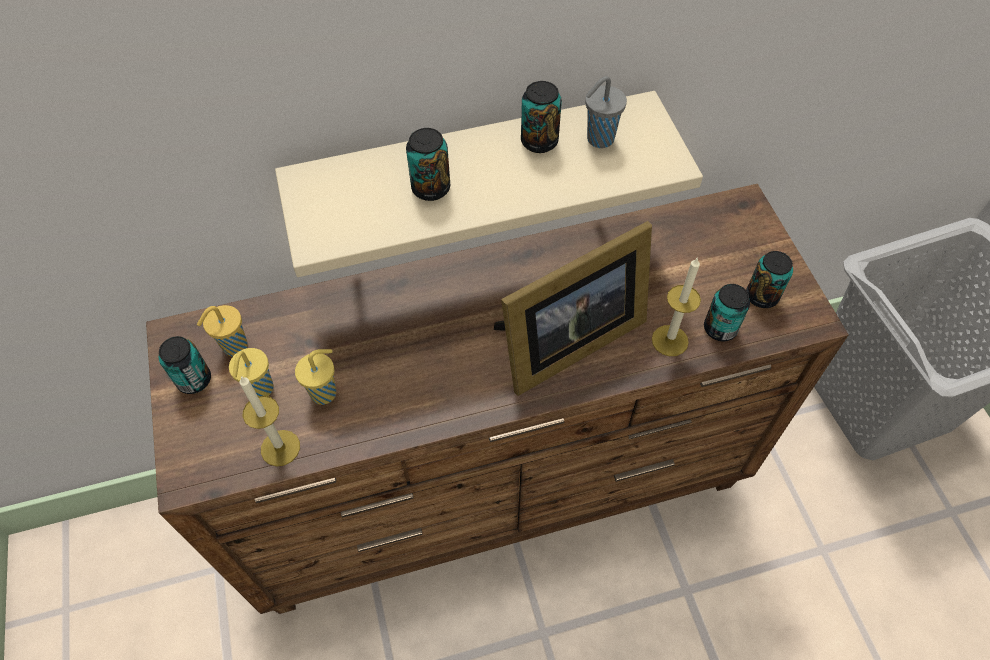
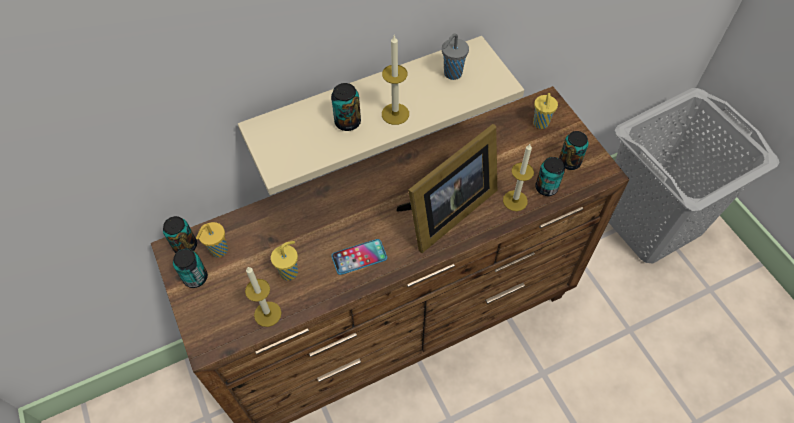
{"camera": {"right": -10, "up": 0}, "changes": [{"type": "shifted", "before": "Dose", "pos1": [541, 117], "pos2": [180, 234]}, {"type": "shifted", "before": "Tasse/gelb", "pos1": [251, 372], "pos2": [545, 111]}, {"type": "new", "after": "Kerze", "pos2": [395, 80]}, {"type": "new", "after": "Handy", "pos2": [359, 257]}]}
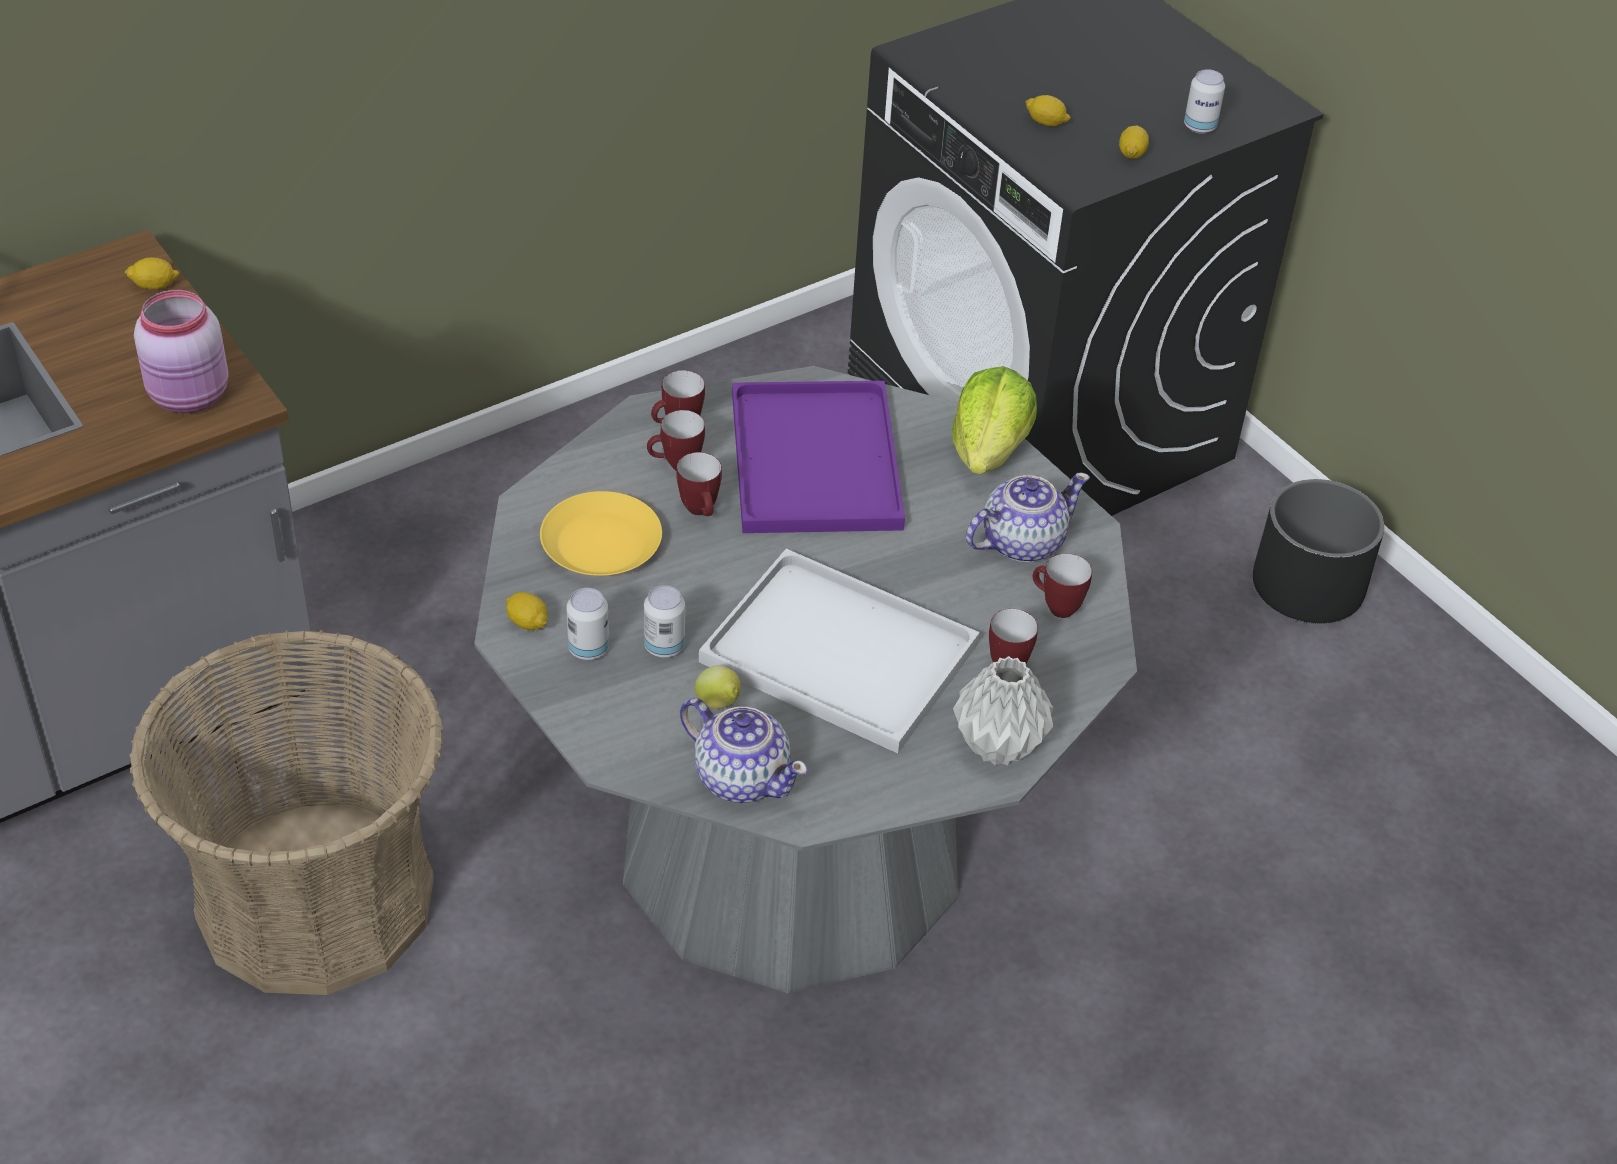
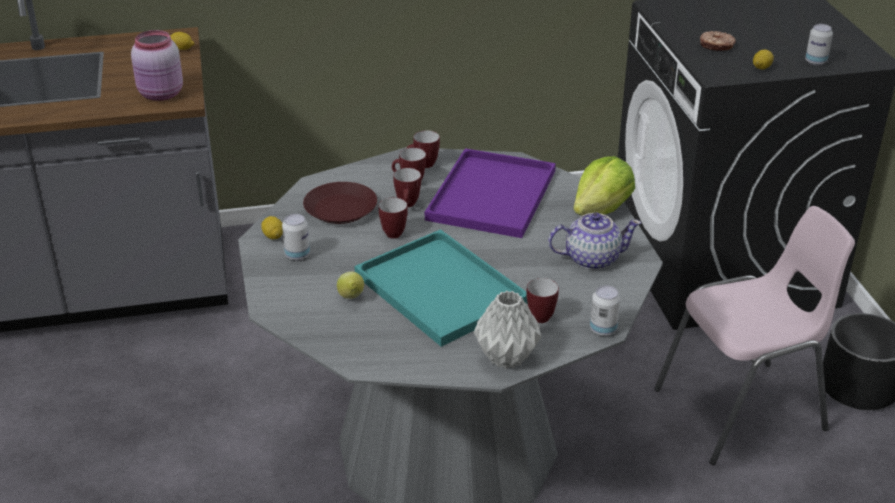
{"camera": {"right": 25, "up": -10}, "changes": [{"type": "swapped", "before": "Zitrone", "after": "Donut", "pos1": [1048, 110], "pos2": [718, 41]}, {"type": "repainted", "before": "Teller/gelb", "after": "Teller/braun", "pos1": [601, 533], "pos2": [340, 203]}, {"type": "repainted", "before": "Tablett/weiß", "after": "Tablett/türkis", "pos1": [839, 651], "pos2": [441, 288]}, {"type": "shifted", "before": "Henkelbecher", "pos1": [1062, 585], "pos2": [393, 218]}, {"type": "shifted", "before": "Dose", "pos1": [664, 621], "pos2": [605, 310]}, {"type": "gone", "before": "Korb", "pos1": [286, 812]}, {"type": "gone", "before": "Teekanne", "pos1": [744, 750]}, {"type": "new", "after": "Stuhl/rosa", "pos2": [754, 335]}]}
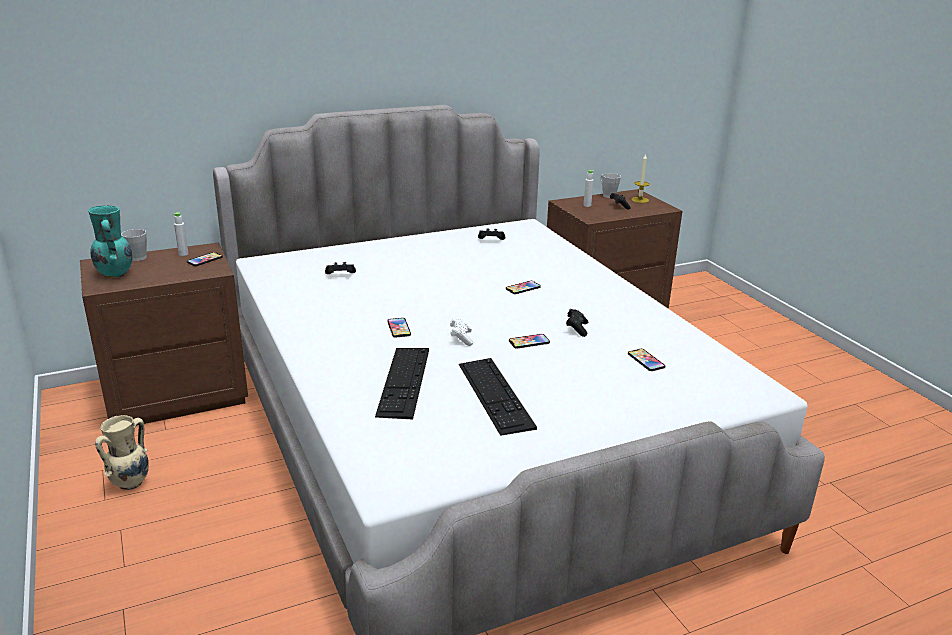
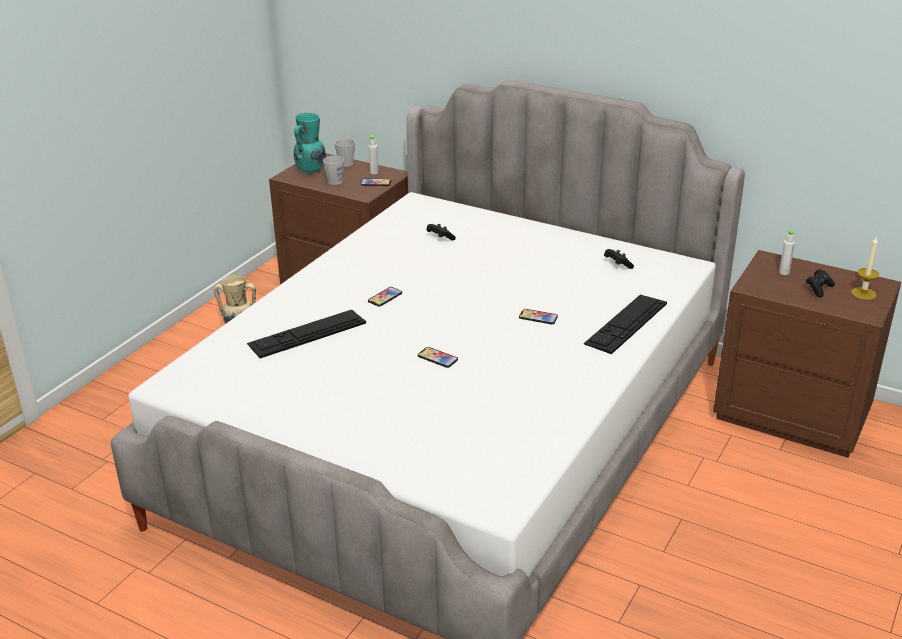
{"camera": {"right": 55, "up": 5}, "changes": [{"type": "shifted", "before": "Henkelbecher/grau", "pos1": [610, 185], "pos2": [333, 170]}, {"type": "gone", "before": "Gamepad/schwarz", "pos1": [577, 323]}, {"type": "gone", "before": "Gamepad/weiß", "pos1": [461, 332]}, {"type": "gone", "before": "Handy", "pos1": [646, 360]}, {"type": "shifted", "before": "Tastatur", "pos1": [498, 397], "pos2": [625, 324]}]}
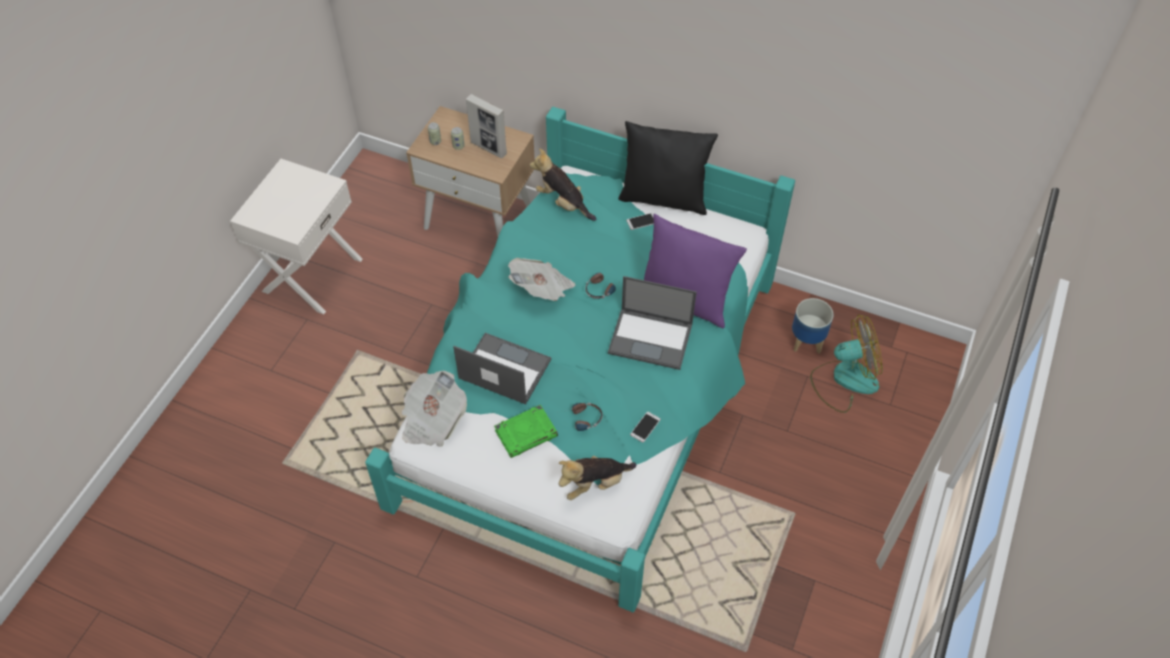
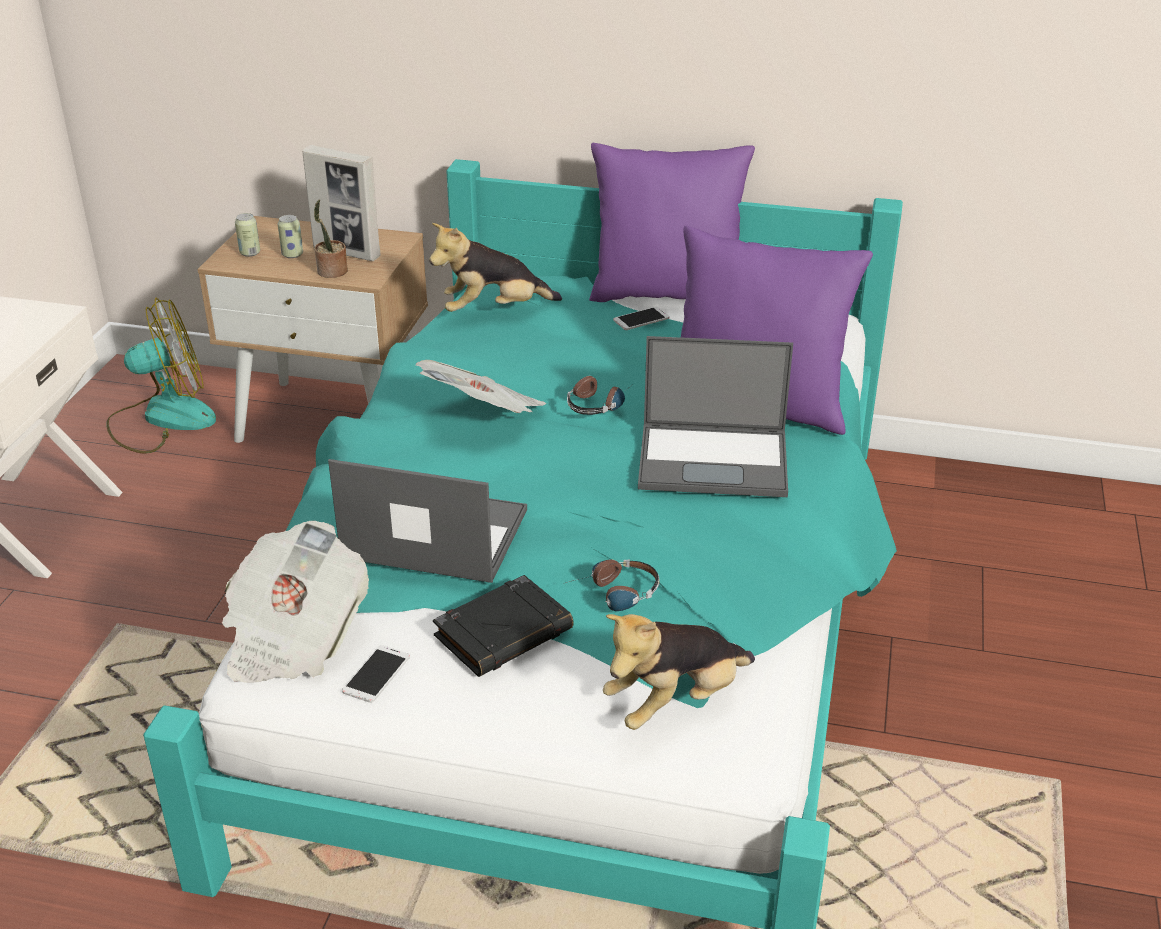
{"camera": {"right": -10, "up": -20}, "changes": [{"type": "repainted", "before": "Kissen/schwarz", "after": "Kissen/lila", "pos1": [668, 168], "pos2": [672, 222]}, {"type": "rotated", "before": "Plüschtier", "pos1": [563, 184], "pos2": [495, 267], "turn": -45}, {"type": "gone", "before": "Pflanzkübel", "pos1": [813, 326]}, {"type": "shifted", "before": "Ventilator", "pos1": [846, 364], "pos2": [161, 376]}, {"type": "repainted", "before": "Buch/grün", "after": "Buch/schwarz", "pos1": [526, 431], "pos2": [503, 626]}, {"type": "shifted", "before": "Handy", "pos1": [645, 427], "pos2": [376, 674]}, {"type": "new", "after": "Topfpflanze", "pos2": [331, 239]}]}
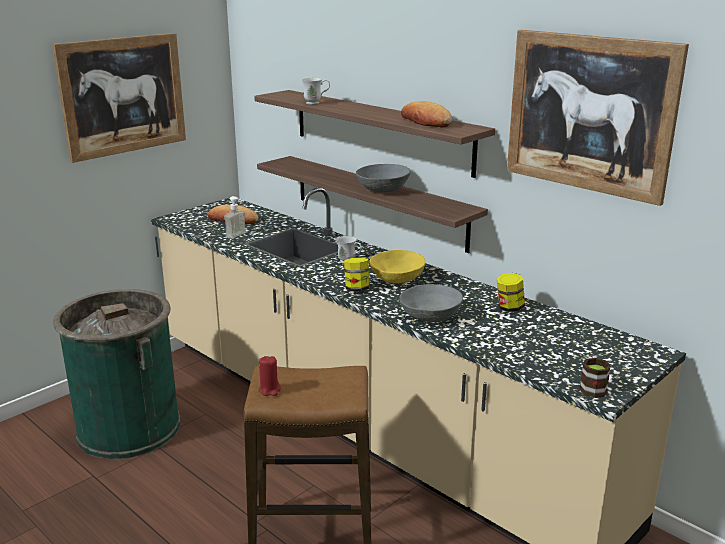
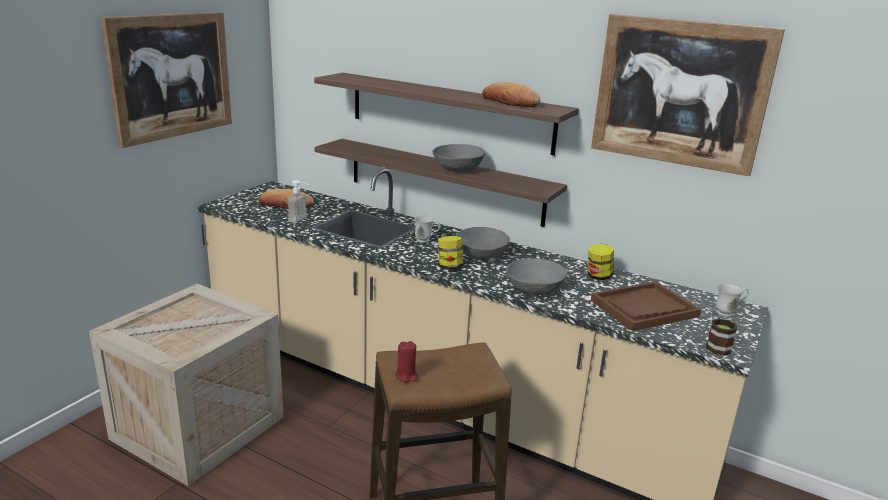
{"camera": {"right": -15, "up": 0}, "changes": [{"type": "shifted", "before": "Henkelbecher/weiß", "pos1": [316, 91], "pos2": [732, 300]}, {"type": "repainted", "before": "Schüssel/gelb", "after": "Schüssel/grau", "pos1": [398, 266], "pos2": [483, 243]}, {"type": "swapped", "before": "Mülleimer/grün", "after": "Kiste", "pos1": [116, 374], "pos2": [186, 385]}, {"type": "new", "after": "Tablett/braun", "pos2": [646, 306]}]}
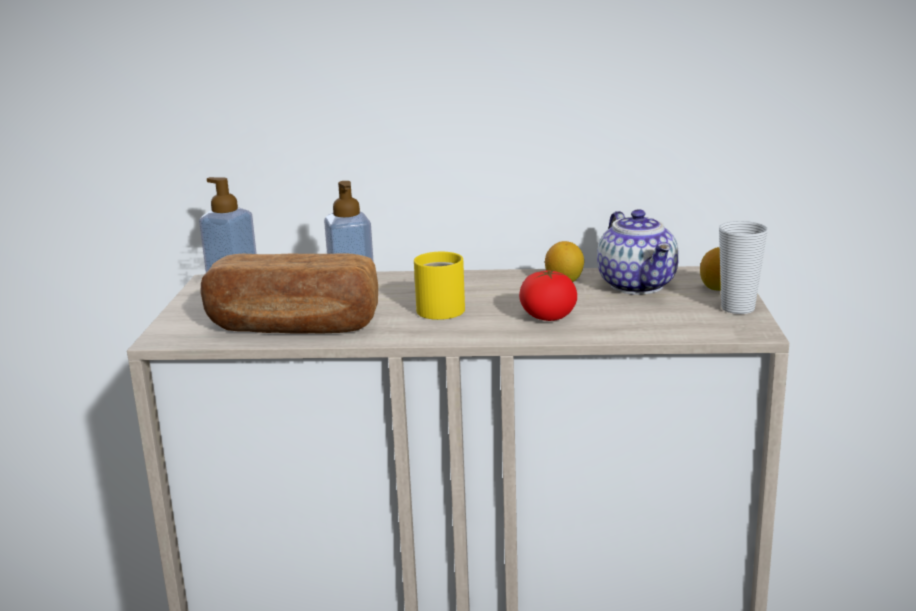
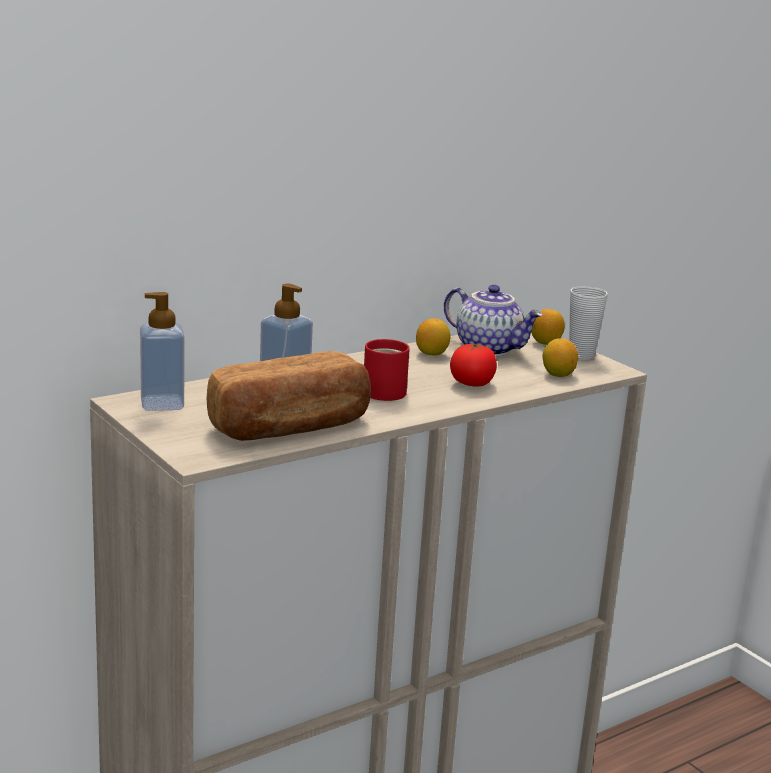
{"camera": {"right": -40, "up": 0}, "changes": [{"type": "repainted", "before": "Henkelbecher/gelb", "after": "Henkelbecher/rot", "pos1": [439, 286], "pos2": [387, 370]}, {"type": "new", "after": "Zitrone", "pos2": [560, 357]}]}
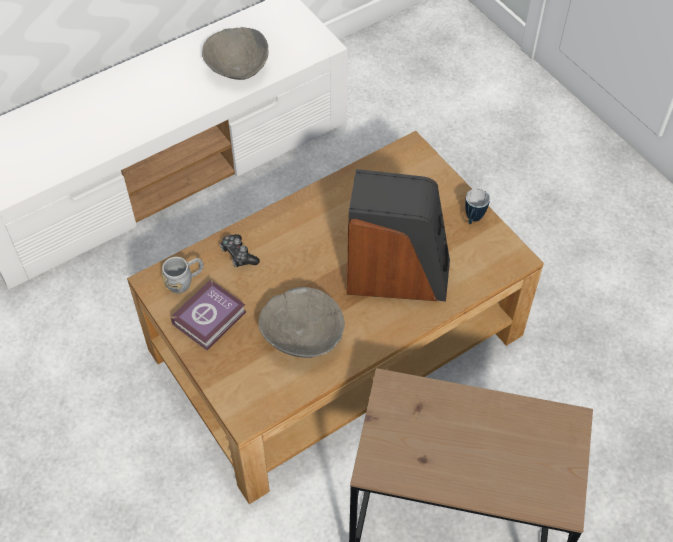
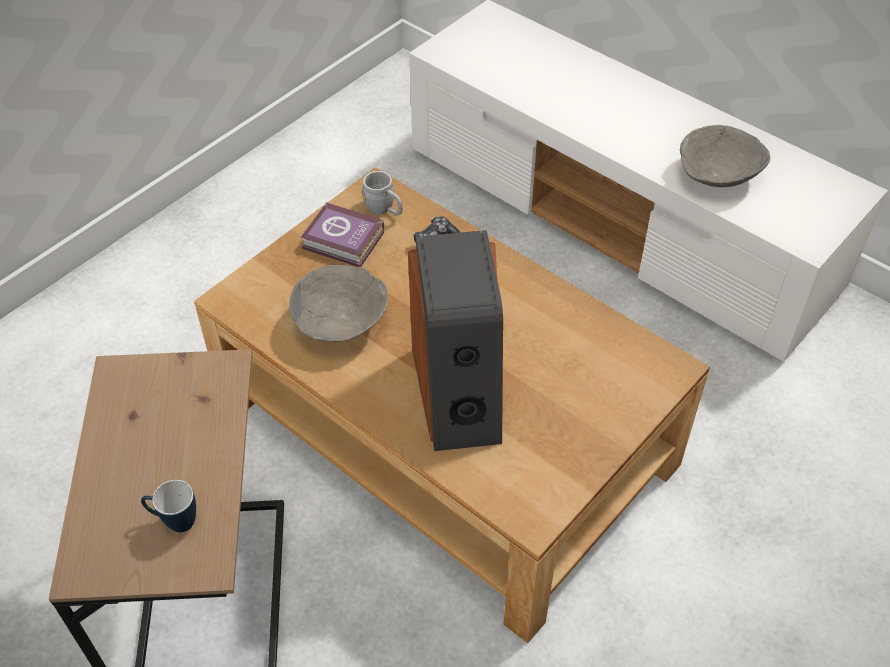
{"camera": {"right": 75, "up": -5}, "changes": [{"type": "shifted", "before": "Henkelbecher", "pos1": [477, 206], "pos2": [168, 506]}]}
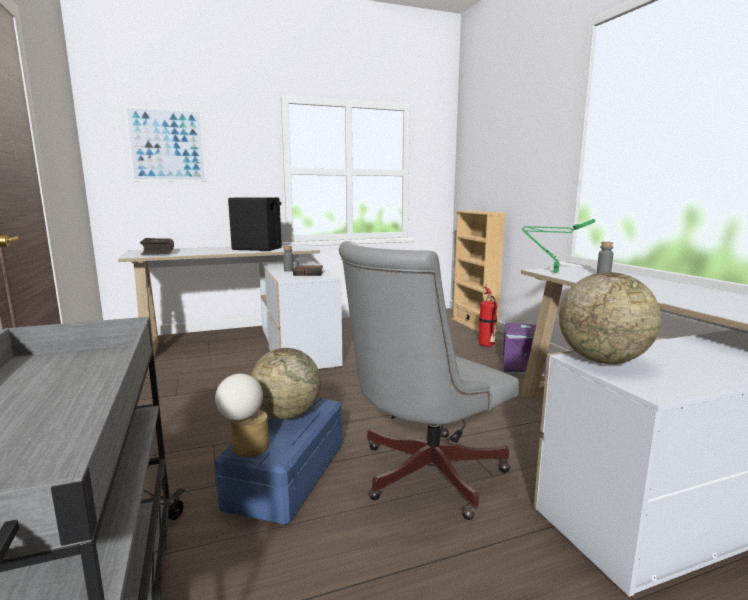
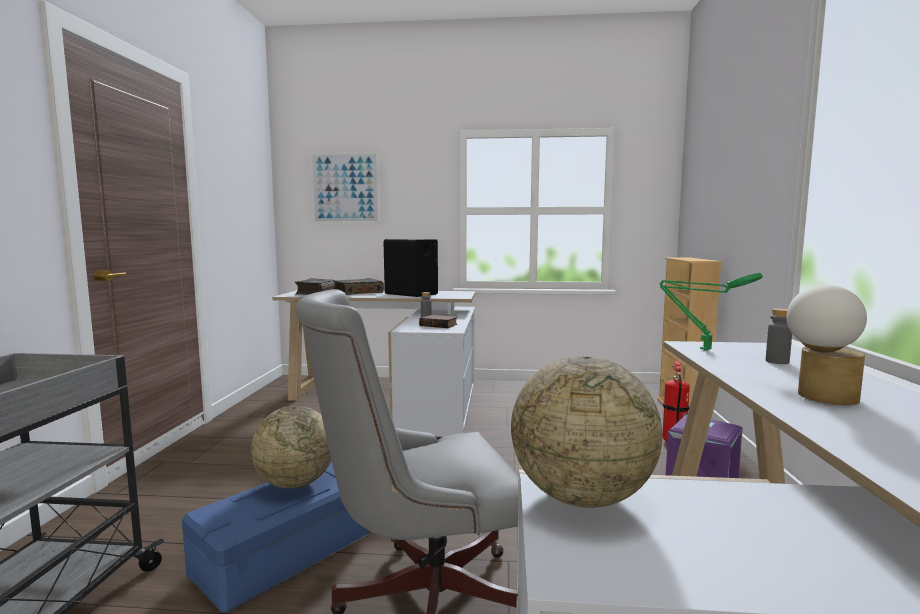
{"camera": {"right": 25, "up": -5}, "changes": [{"type": "shifted", "before": "Tischlampe", "pos1": [242, 415], "pos2": [827, 345]}, {"type": "new", "after": "Buch", "pos2": [358, 286]}]}
